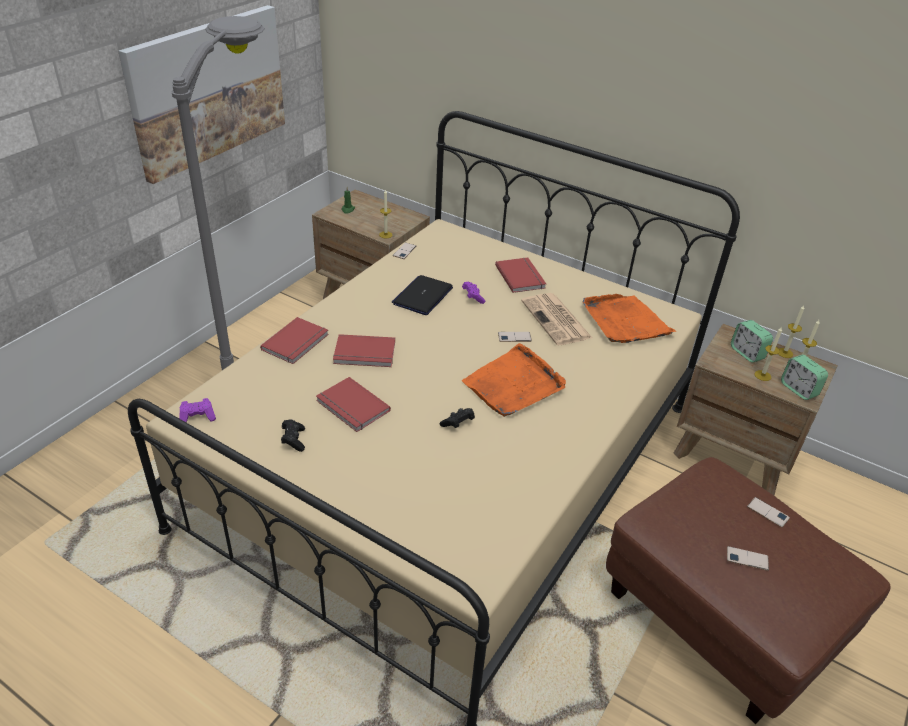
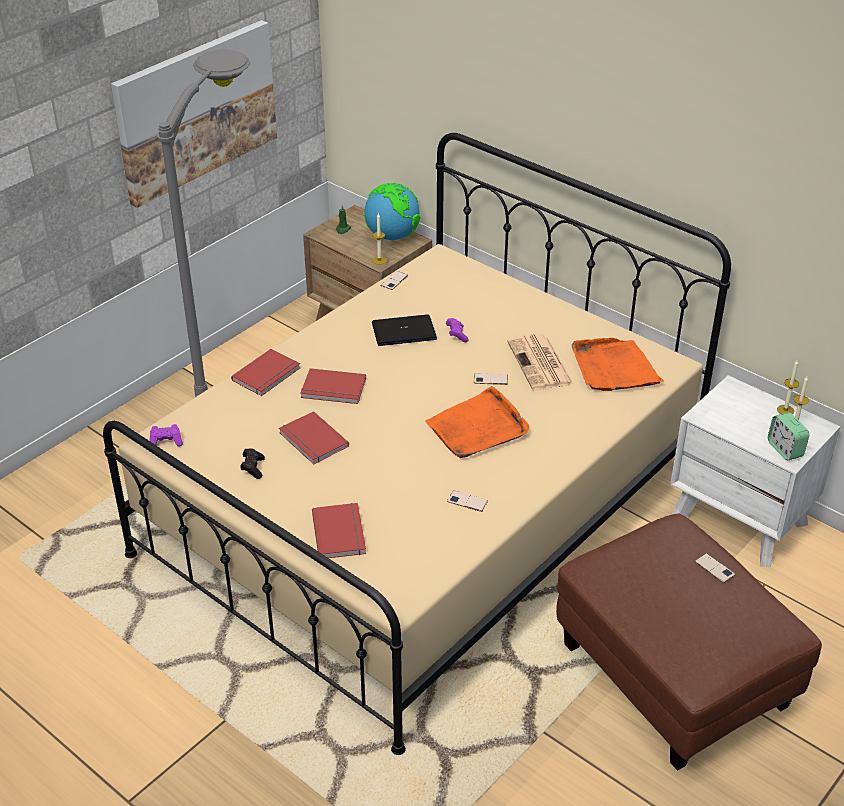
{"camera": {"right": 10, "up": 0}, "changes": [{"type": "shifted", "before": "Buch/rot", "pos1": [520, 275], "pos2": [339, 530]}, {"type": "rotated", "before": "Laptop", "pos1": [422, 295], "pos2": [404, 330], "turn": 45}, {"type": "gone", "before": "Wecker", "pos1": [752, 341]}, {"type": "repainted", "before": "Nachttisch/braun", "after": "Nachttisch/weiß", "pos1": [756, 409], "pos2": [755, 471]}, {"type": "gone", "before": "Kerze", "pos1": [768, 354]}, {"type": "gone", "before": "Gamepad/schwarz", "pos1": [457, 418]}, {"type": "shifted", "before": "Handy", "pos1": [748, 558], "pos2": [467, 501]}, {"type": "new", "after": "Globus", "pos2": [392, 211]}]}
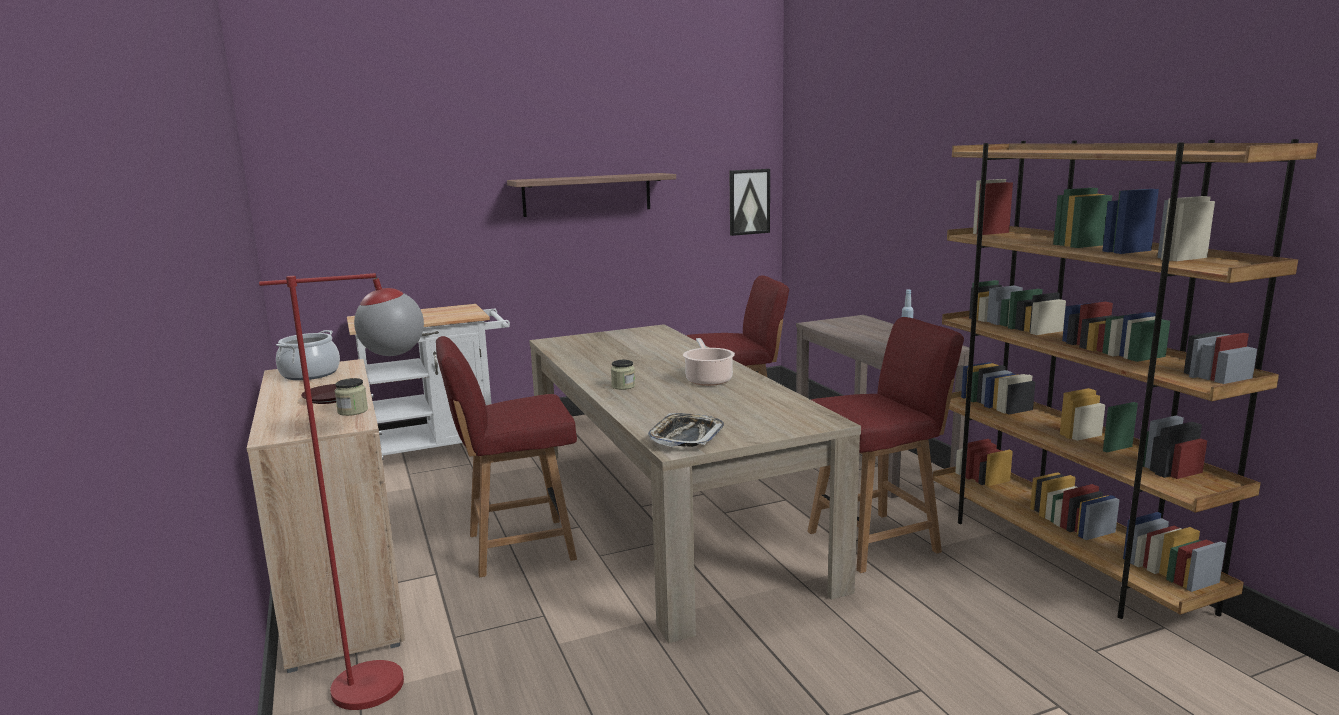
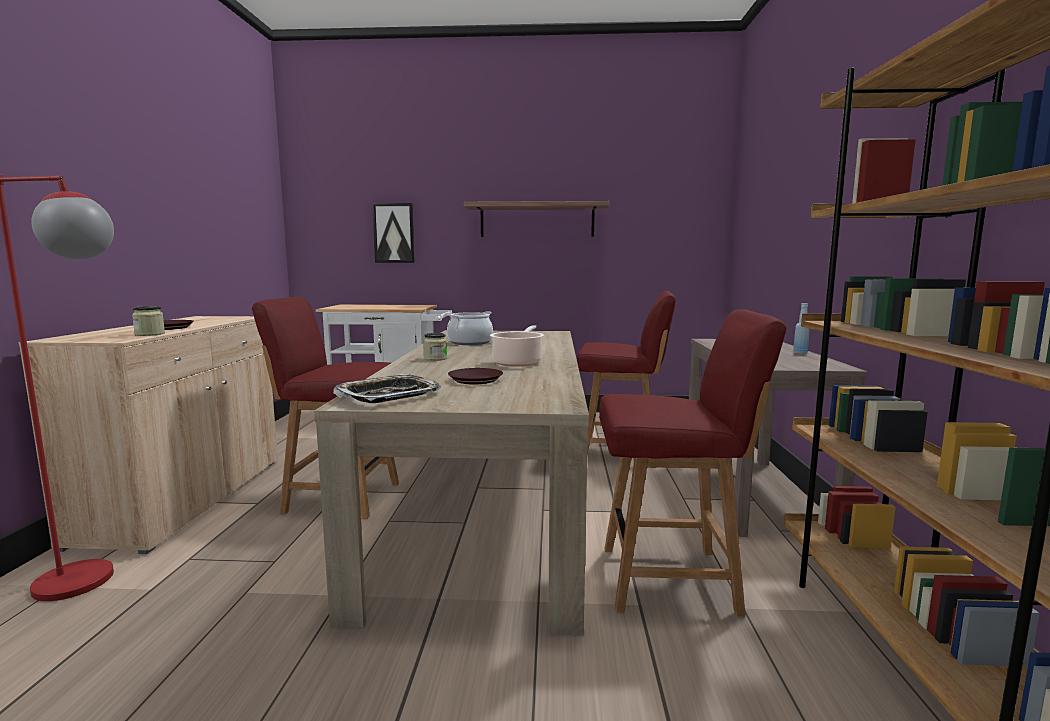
{"camera": {"right": 25, "up": -5}, "changes": [{"type": "shifted", "before": "Bild", "pos1": [749, 202], "pos2": [393, 233]}, {"type": "shifted", "before": "Kochtopf", "pos1": [308, 355], "pos2": [470, 328]}, {"type": "new", "after": "Teller/braun", "pos2": [475, 376]}]}
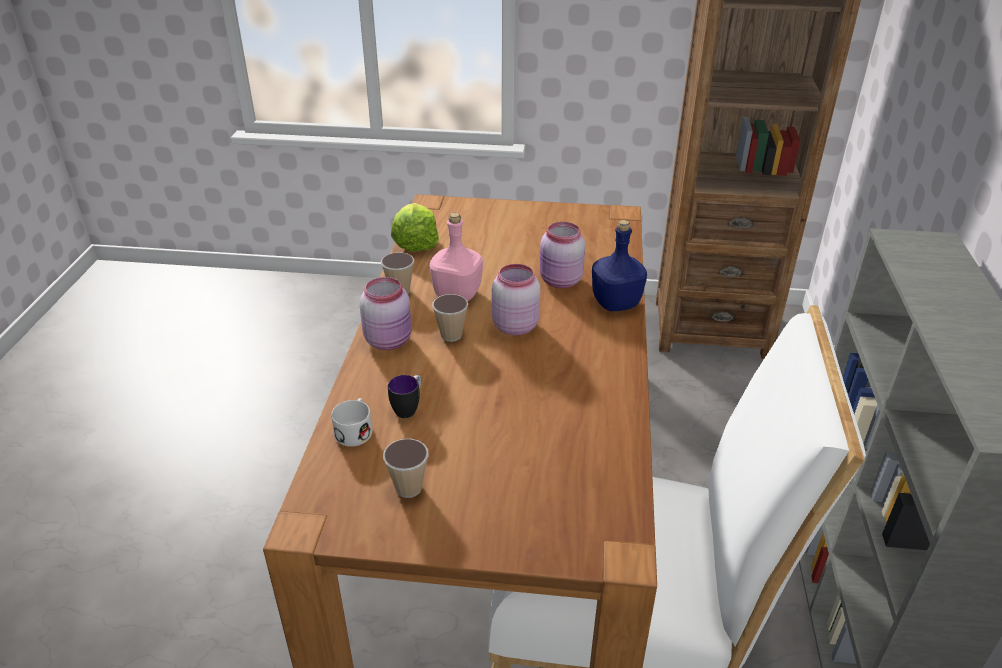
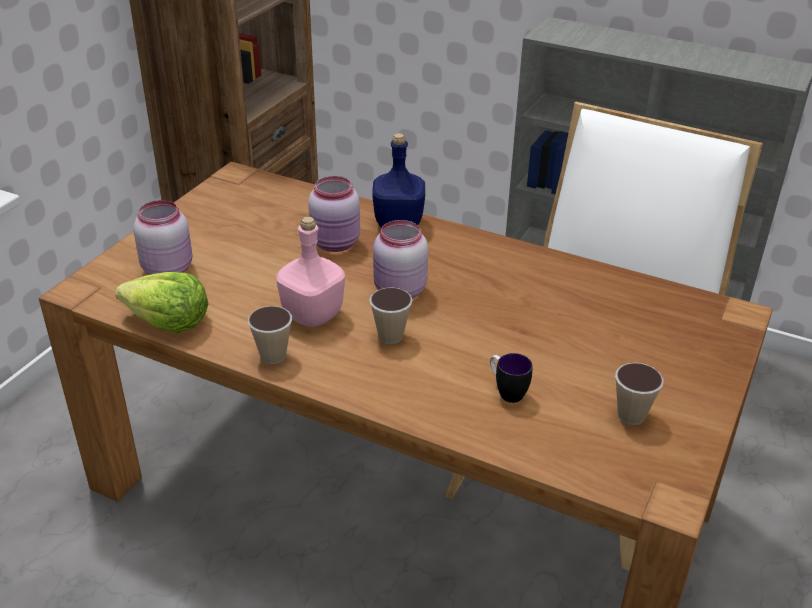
{"camera": {"right": -70, "up": 0}, "changes": [{"type": "shifted", "before": "Vorratsglas/rosa", "pos1": [386, 313], "pos2": [163, 237]}, {"type": "gone", "before": "Henkelbecher/weiß", "pos1": [351, 422]}]}
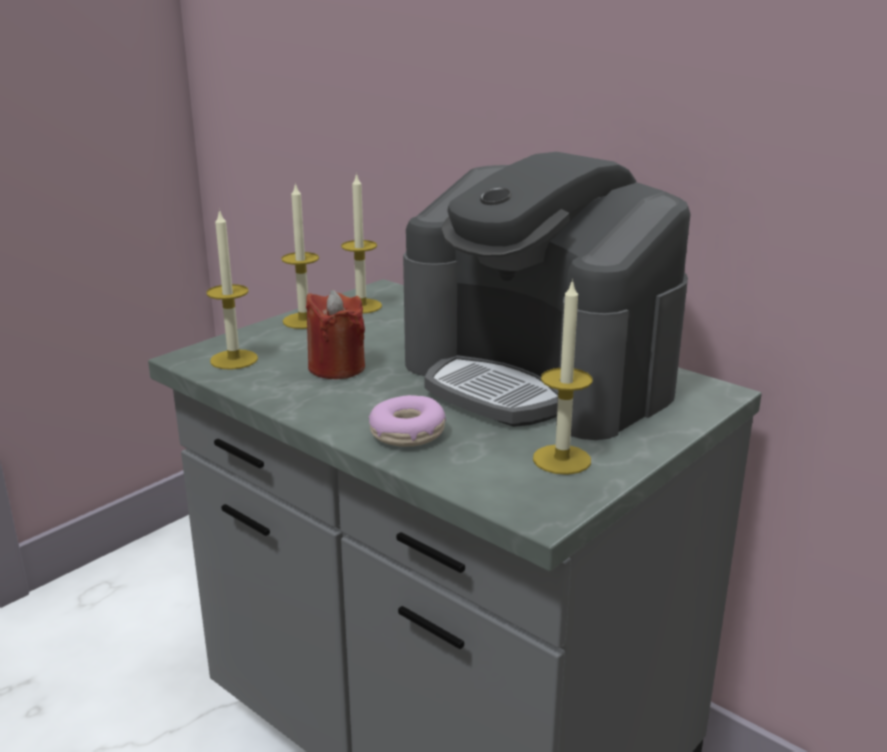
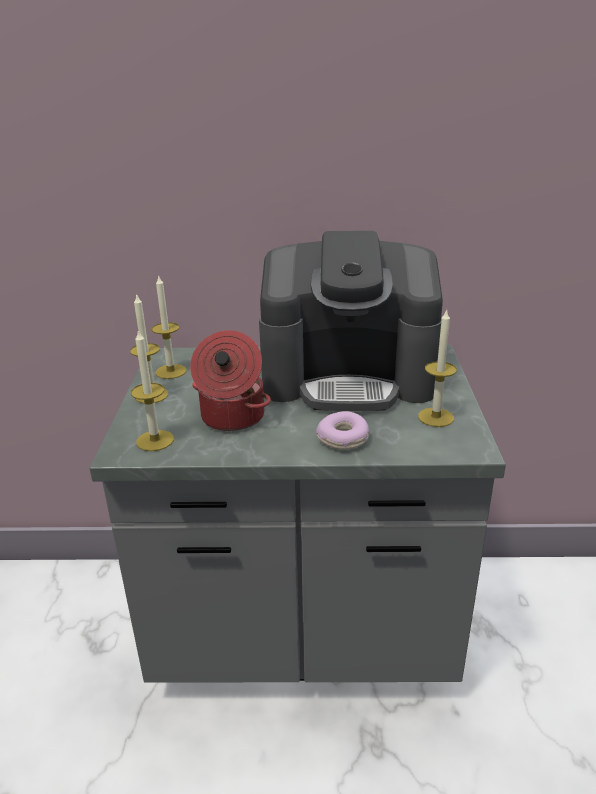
{"camera": {"right": -40, "up": 5}, "changes": [{"type": "swapped", "before": "Kerze/rot", "after": "Kochtopf", "pos1": [335, 334], "pos2": [230, 380]}]}
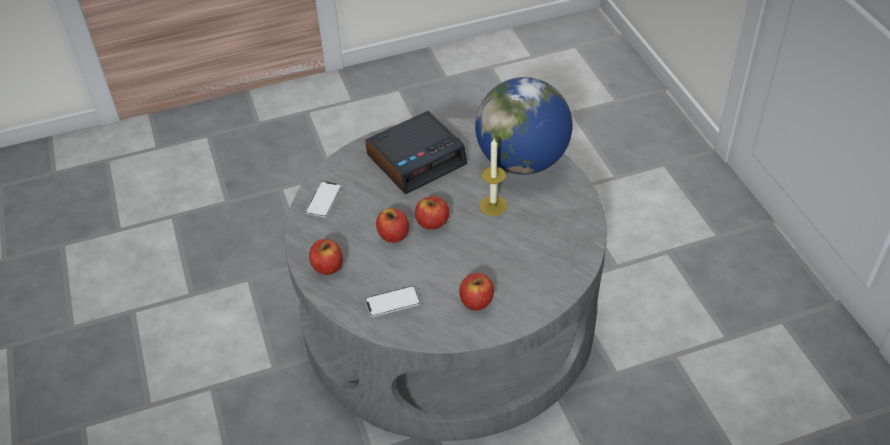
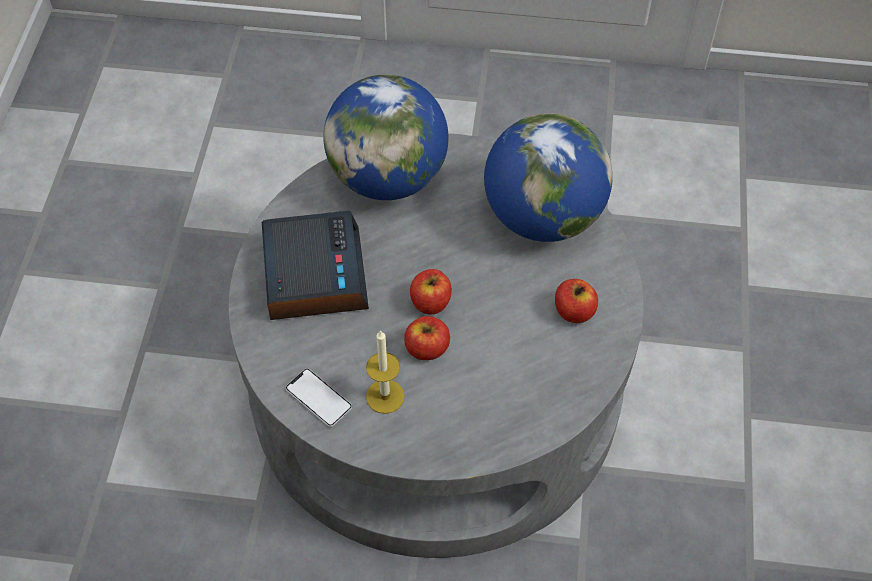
{"camera": {"right": -65, "up": 10}, "changes": [{"type": "shifted", "before": "Kerze", "pos1": [493, 177], "pos2": [385, 372]}, {"type": "gone", "before": "Apfel", "pos1": [326, 257]}, {"type": "gone", "before": "Handy", "pos1": [393, 301]}, {"type": "new", "after": "Globus", "pos2": [548, 177]}]}
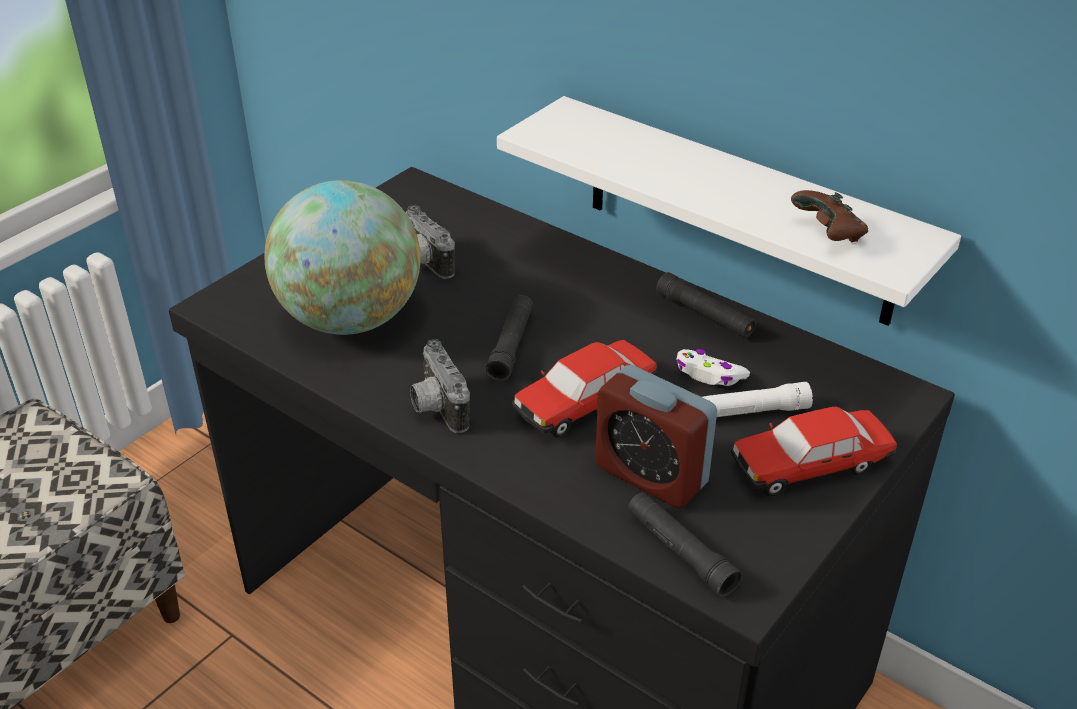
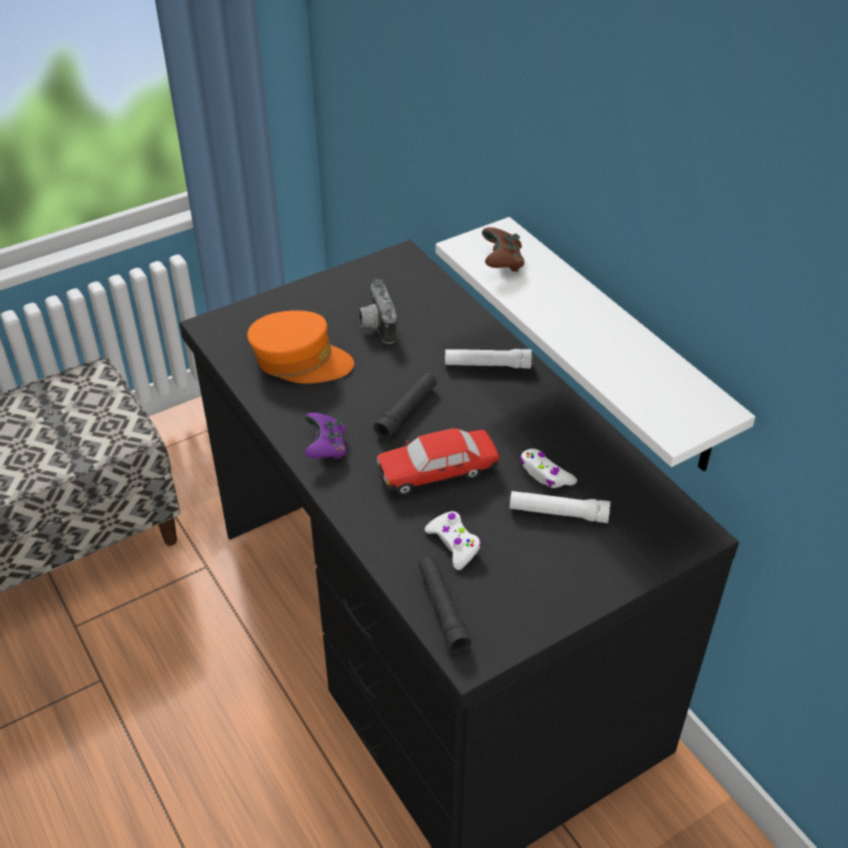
{"camera": {"right": 20, "up": 5}, "changes": [{"type": "swapped", "before": "Globus", "after": "Kappe/orange", "pos1": [342, 257], "pos2": [300, 347]}, {"type": "shifted", "before": "Gamepad/braun", "pos1": [829, 216], "pos2": [503, 249]}, {"type": "gone", "before": "Taschenlampe/schwarz", "pos1": [706, 305]}, {"type": "swapped", "before": "Kamera", "after": "Gamepad/lila", "pos1": [440, 386], "pos2": [325, 436]}, {"type": "swapped", "before": "Wecker", "after": "Gamepad/weiß", "pos1": [656, 437], "pos2": [453, 540]}, {"type": "gone", "before": "Spielzeugauto", "pos1": [814, 451]}, {"type": "new", "after": "Taschenlampe/weiß", "pos2": [488, 358]}]}
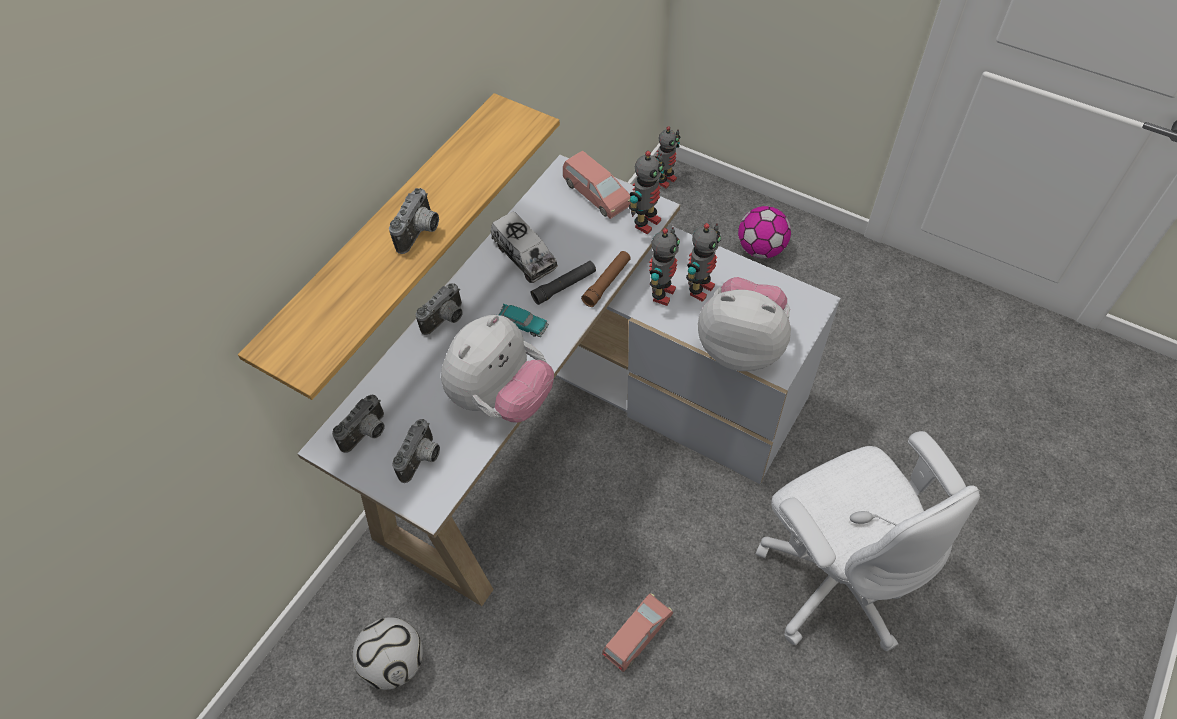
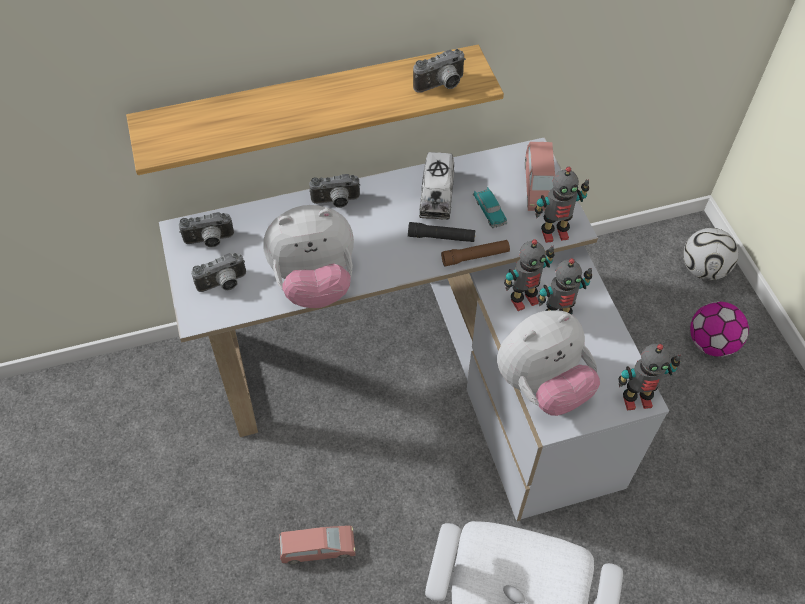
{"camera": {"right": 40, "up": 0}, "changes": [{"type": "shifted", "before": "Spielzeugroboter", "pos1": [667, 157], "pos2": [649, 377]}, {"type": "shifted", "before": "Kamera", "pos1": [414, 221], "pos2": [439, 71]}, {"type": "rotated", "before": "Plüschtier", "pos1": [744, 324], "pos2": [548, 363], "turn": 90}, {"type": "shifted", "before": "Spielzeugauto", "pos1": [523, 320], "pos2": [490, 207]}, {"type": "shifted", "before": "Fußball", "pos1": [388, 653], "pos2": [710, 254]}]}
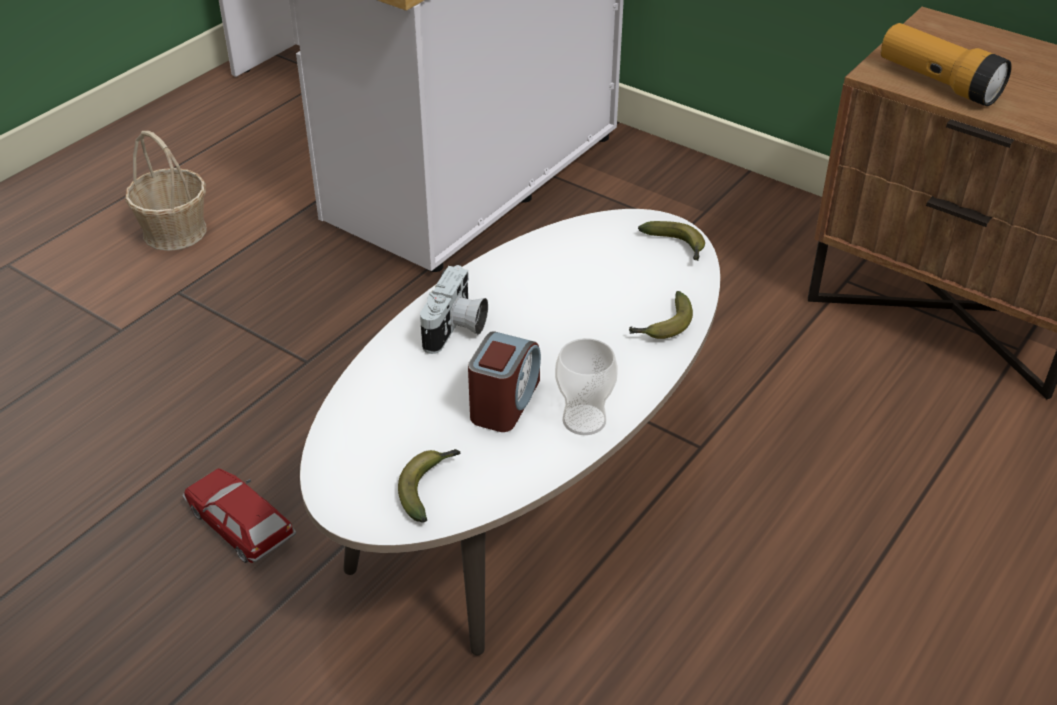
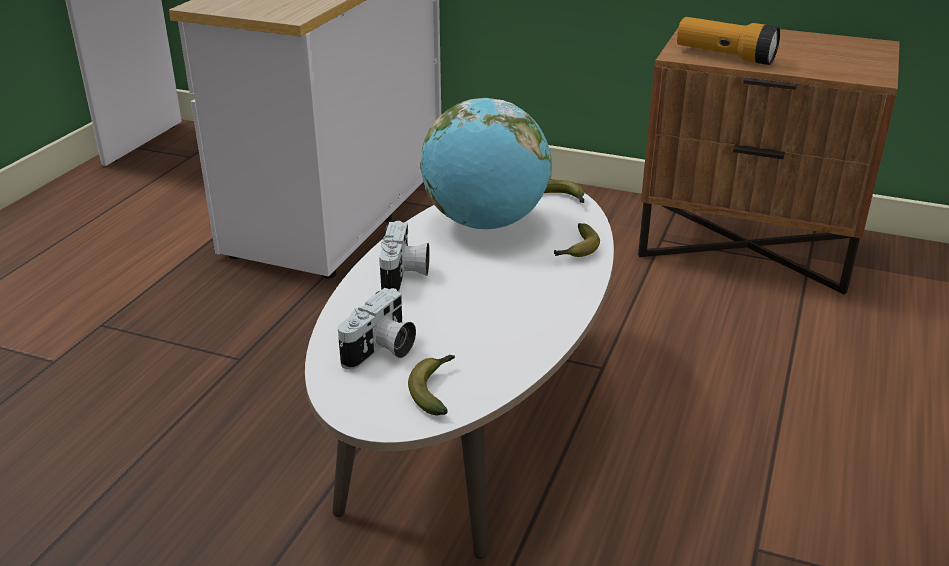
{"camera": {"right": -15, "up": -10}, "changes": [{"type": "gone", "before": "Korb", "pos1": [165, 191]}, {"type": "gone", "before": "Wecker", "pos1": [504, 381]}, {"type": "gone", "before": "Tasse", "pos1": [586, 386]}, {"type": "gone", "before": "Spielzeugauto", "pos1": [239, 515]}, {"type": "new", "after": "Globus", "pos2": [486, 163]}, {"type": "new", "after": "Kamera", "pos2": [377, 329]}]}
